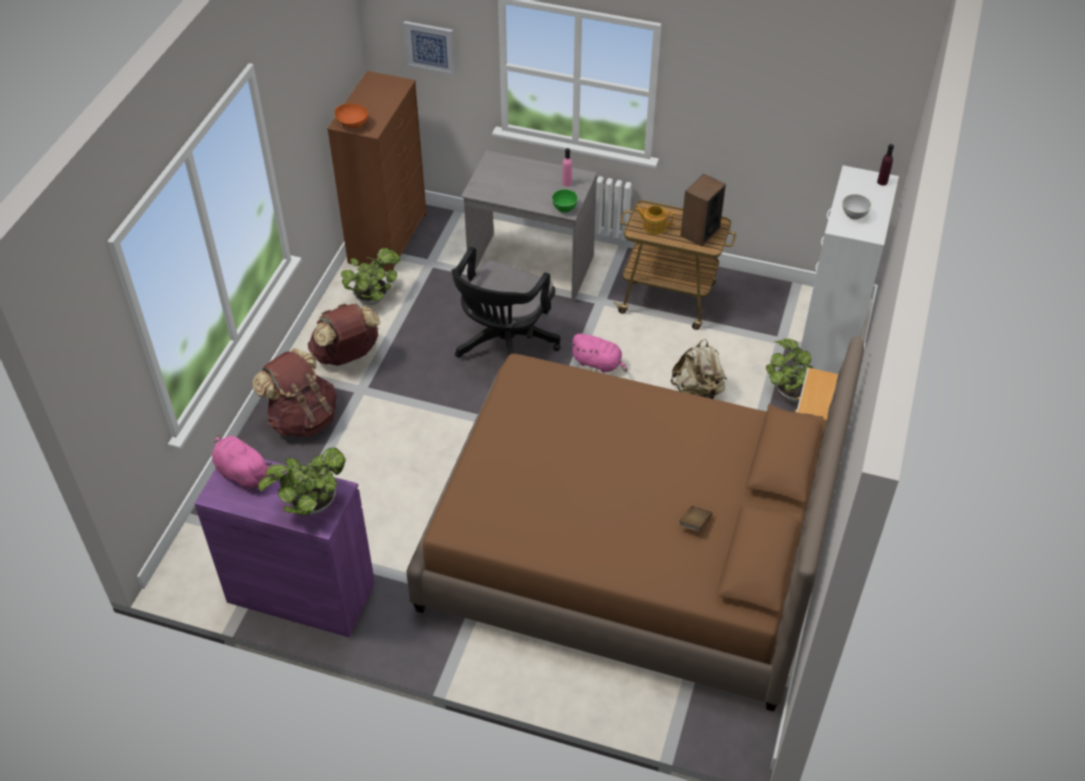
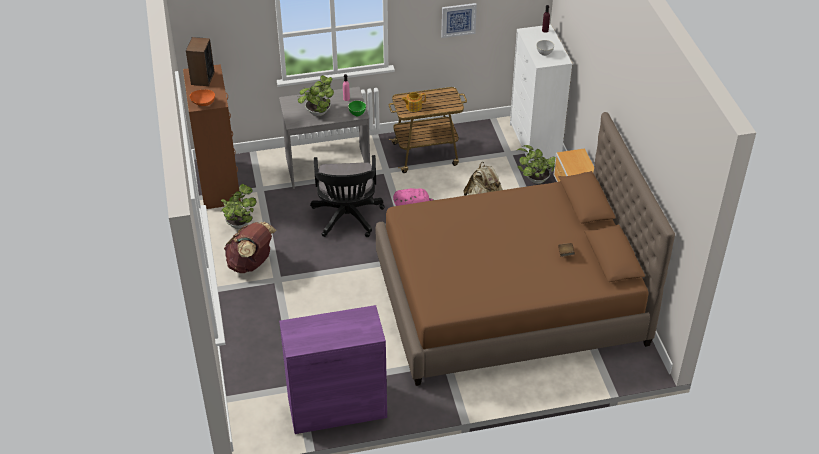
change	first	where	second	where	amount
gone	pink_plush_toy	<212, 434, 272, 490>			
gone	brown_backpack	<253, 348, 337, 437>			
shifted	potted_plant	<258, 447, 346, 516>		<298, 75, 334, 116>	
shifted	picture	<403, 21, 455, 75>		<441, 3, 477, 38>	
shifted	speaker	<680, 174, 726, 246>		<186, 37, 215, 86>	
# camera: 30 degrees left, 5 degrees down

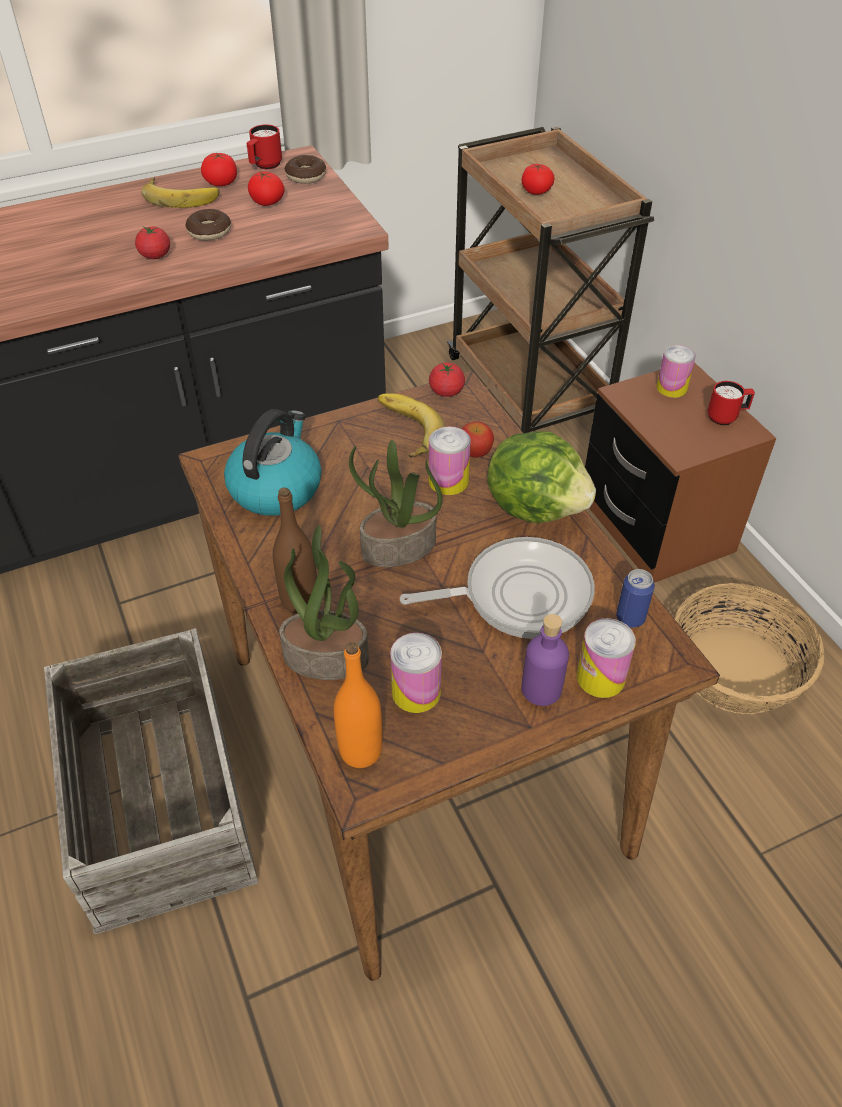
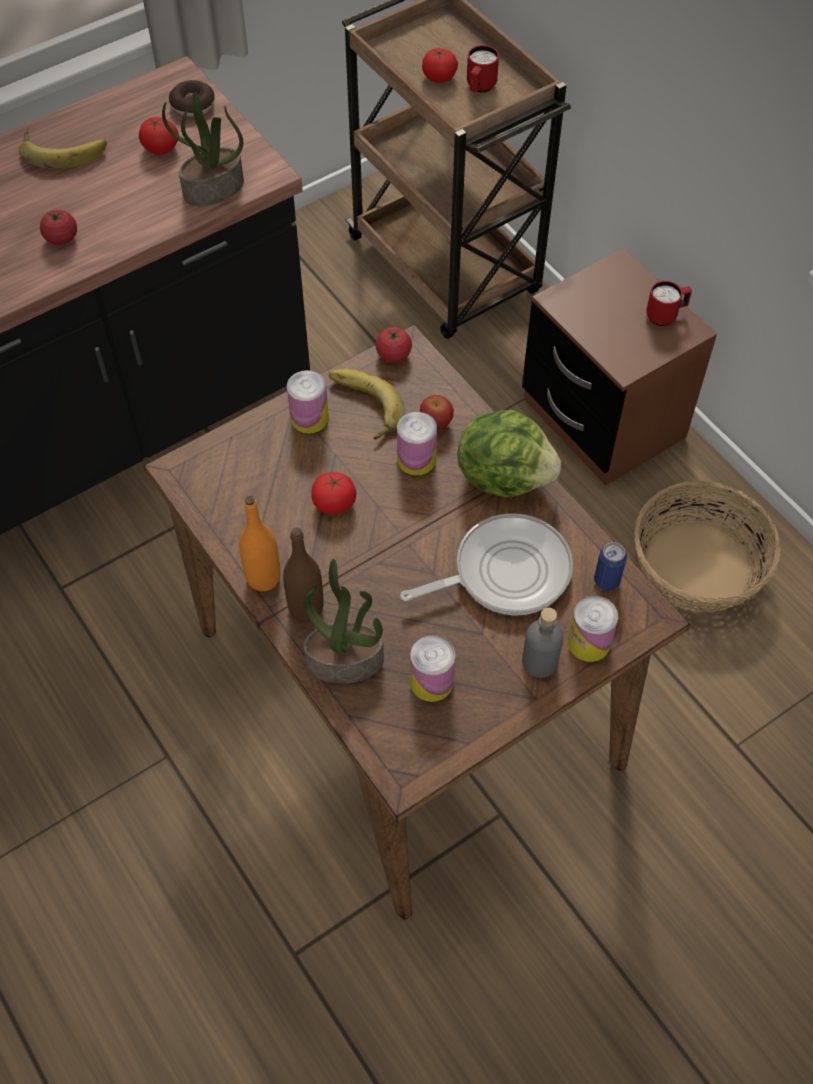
change	first	where	second	where	amount
gone	crate	<44, 628, 258, 934>			
gone	donut	<185, 209, 231, 240>			
gone	kettle	<224, 409, 322, 516>			
shifted	tomato	<201, 153, 237, 186>		<311, 472, 356, 514>	
shifted	red_mug	<246, 124, 282, 169>		<467, 45, 499, 92>	
shifted	orange_bottle	<334, 642, 382, 768>		<239, 496, 281, 591>	
shifted	potted_plant	<349, 440, 443, 567>		<162, 92, 244, 206>	
shifted	can	<656, 345, 696, 398>		<287, 370, 329, 433>	
repainted	purple_bottle	<521, 614, 569, 706>	grey_bottle	<522, 608, 563, 678>	
# camera: 10 degrees left, 10 degrees up

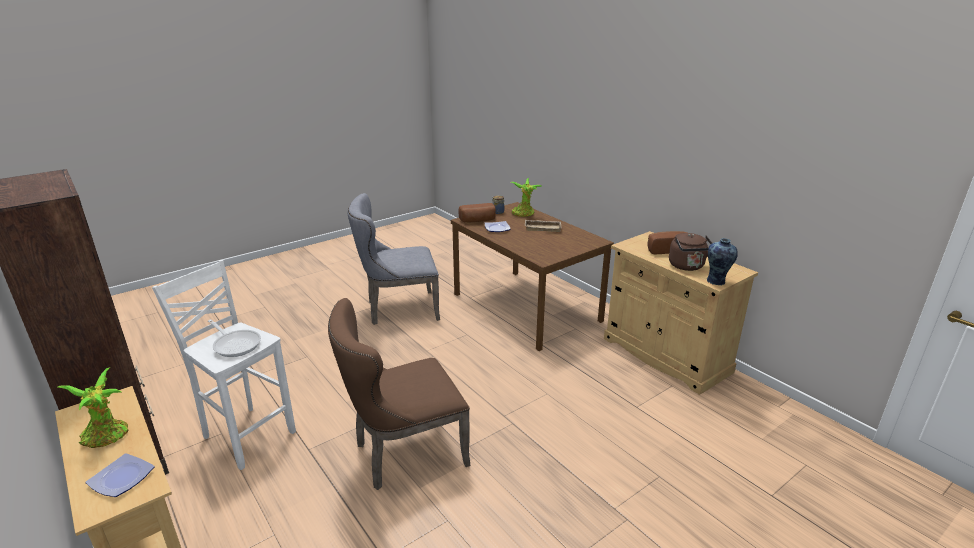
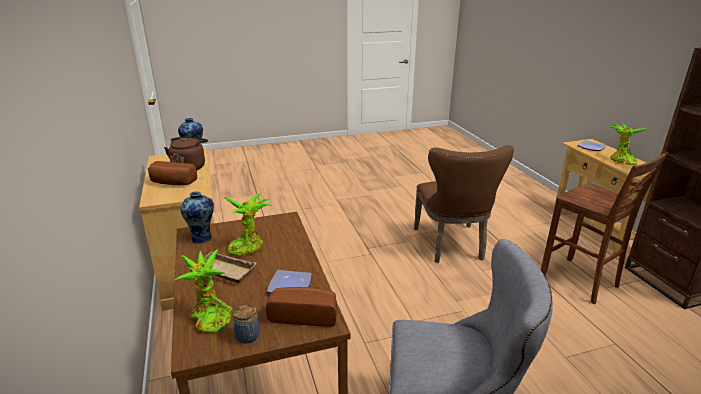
change	first	where	second	where	amount
gone	frying_pan	<208, 319, 261, 357>			
new			vase	<180, 191, 214, 244>	
new			potted_plant	<223, 193, 271, 256>	
repainted	white_stool	<152, 260, 296, 470>	brown_stool	<541, 151, 668, 304>	
rotated	brown_chair	<328, 298, 470, 490>		<414, 145, 514, 263>	90 degrees clockwise
# camera: 160 degrees left, 0 degrees up

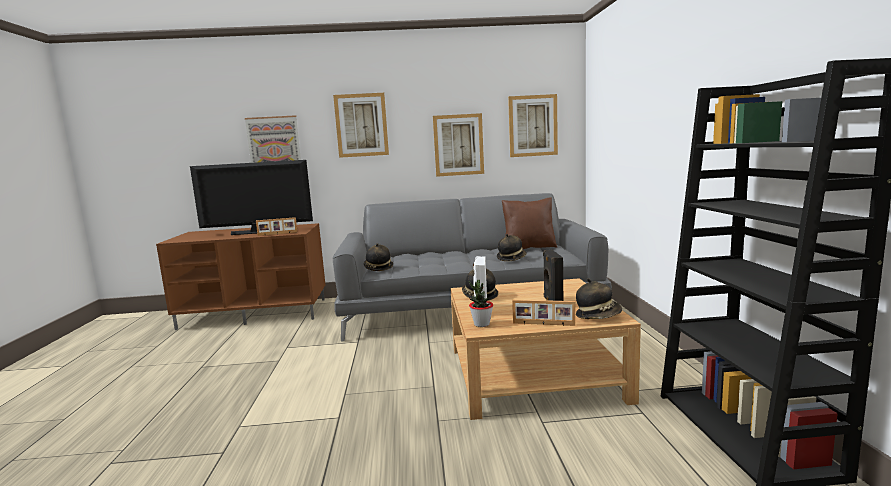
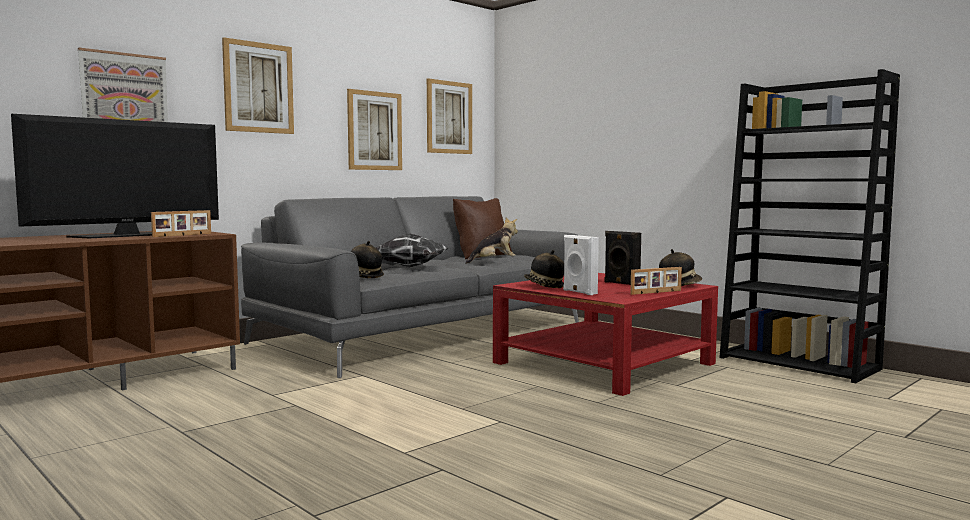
change	first	where	second	where	amount
gone	potted_plant	<469, 280, 493, 327>			
new			pillow	<376, 234, 448, 267>	
swapped	hat	<497, 234, 527, 261>	plush_toy	<465, 218, 518, 264>	
repainted	beige_coffee_table	<450, 278, 641, 420>	red_coffee_table	<493, 273, 718, 396>	
# camera: 40 degrees left, 5 degrees down

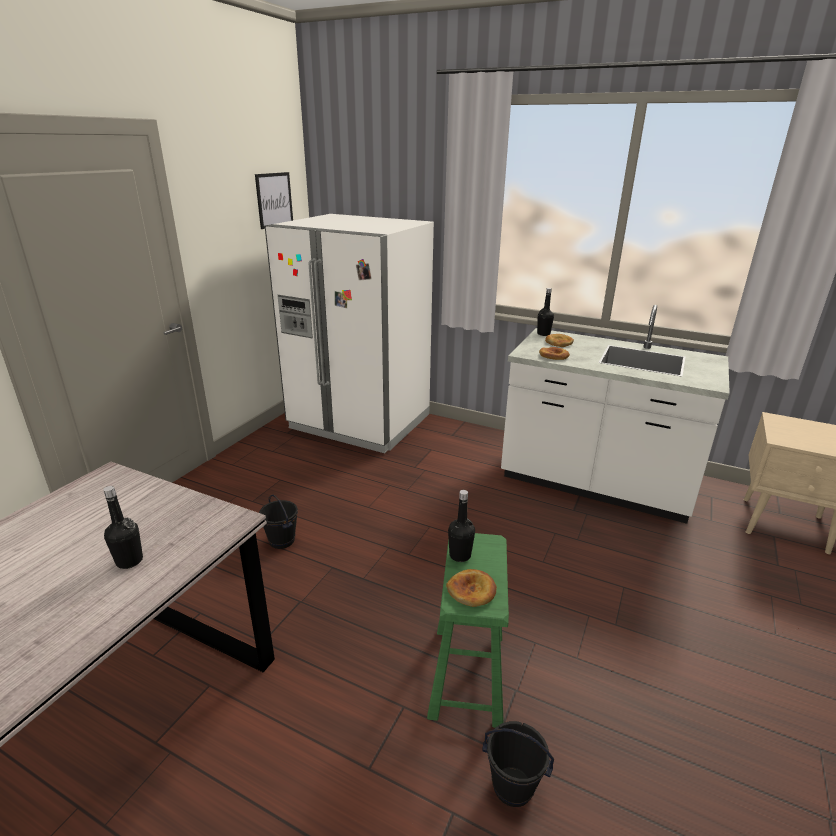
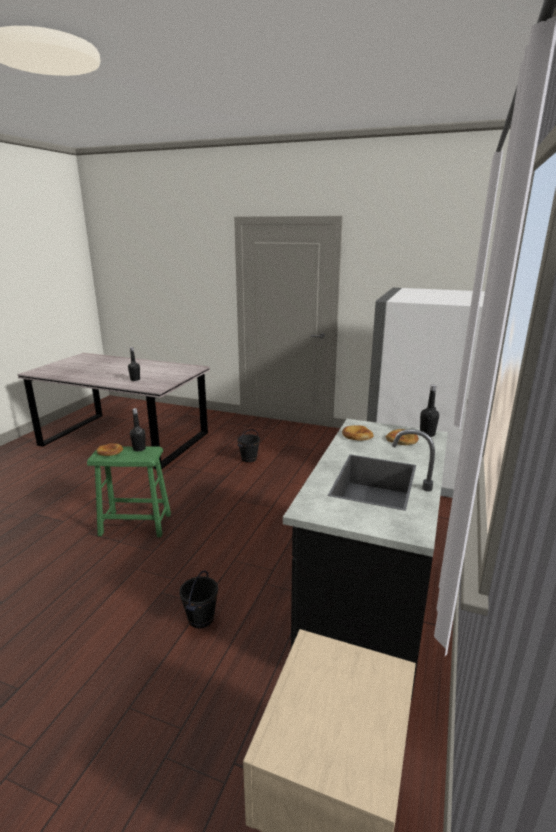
change	first	where	second	where	amount
gone	picture	<255, 172, 293, 229>			
shifted	black_bucket	<482, 721, 554, 807>		<179, 571, 218, 628>	
repainted	white_counter	<501, 305, 730, 524>	black_counter	<283, 419, 448, 700>	
# camera: 85 degrees right, 5 degrees down

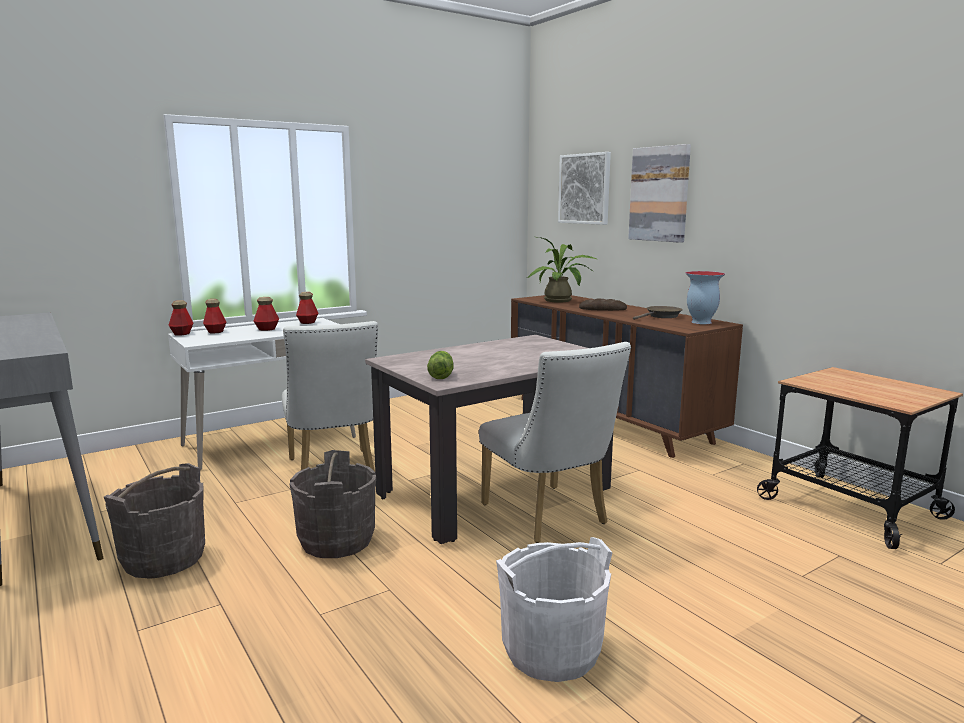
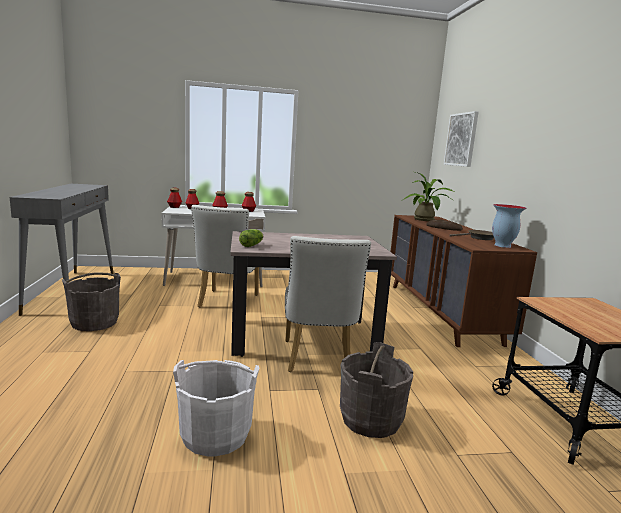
change	first	where	second	where	amount
gone	picture	<628, 144, 691, 243>			
shifted	grey_bucket	<289, 450, 376, 558>		<340, 342, 413, 438>	
# camera: 25 degrees right, 0 degrees up

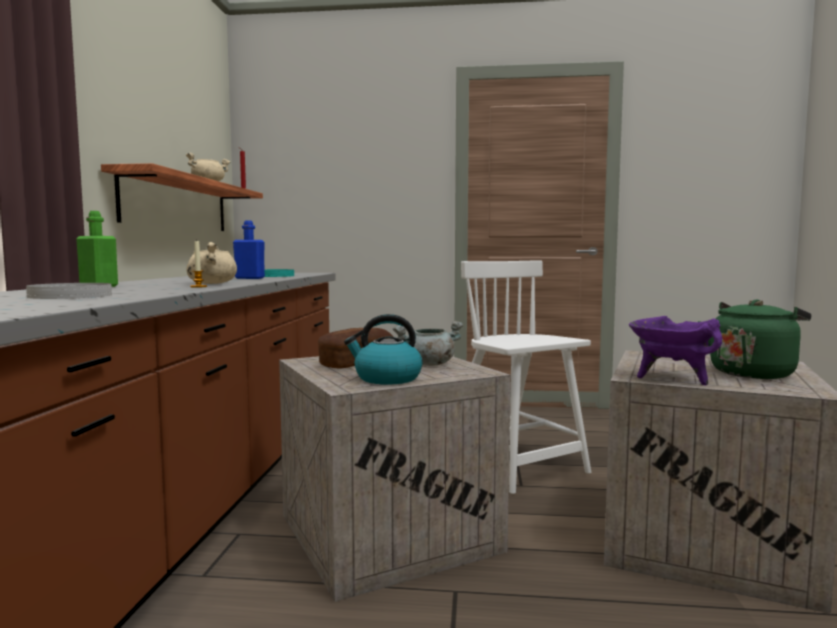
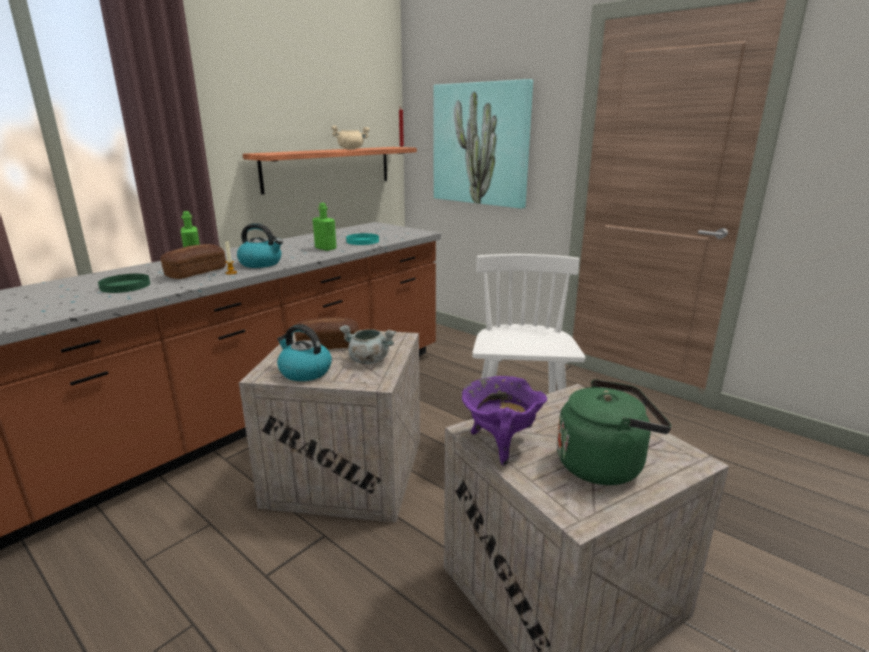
change	first	where	second	where	amount
new			bread	<160, 244, 226, 279>	
new			picture	<434, 79, 533, 209>	
swapped	beige_cooking_pot	<187, 242, 237, 284>	kettle	<237, 223, 283, 268>	
repainted	white_plate	<26, 283, 112, 299>	green_plate	<98, 274, 150, 293>	
repainted	blue_bottle	<233, 221, 265, 279>	green_bottle	<313, 203, 336, 251>	
# camera: 35 degrees right, 15 degrees up

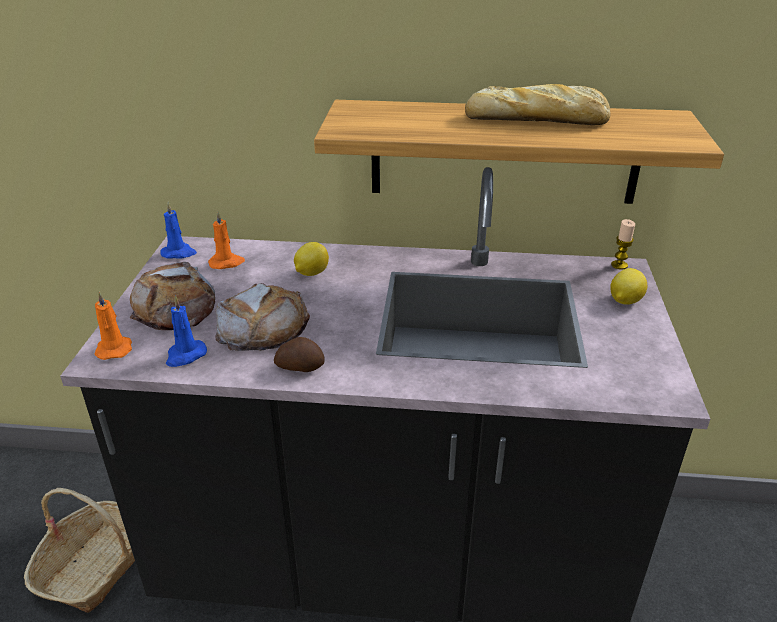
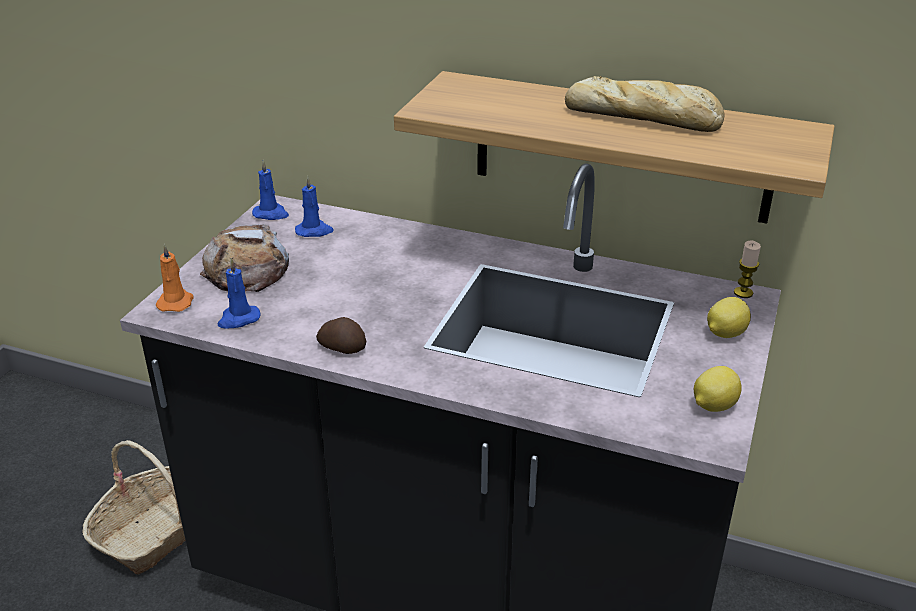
change	first	where	second	where	amount
gone	bread	<215, 283, 310, 351>			
shifted	lemon	<294, 242, 329, 276>		<694, 366, 742, 412>	
repainted	orange_candle	<208, 211, 245, 269>	blue_candle	<295, 176, 334, 237>	
# camera: 15 degrees right, 0 degrees up

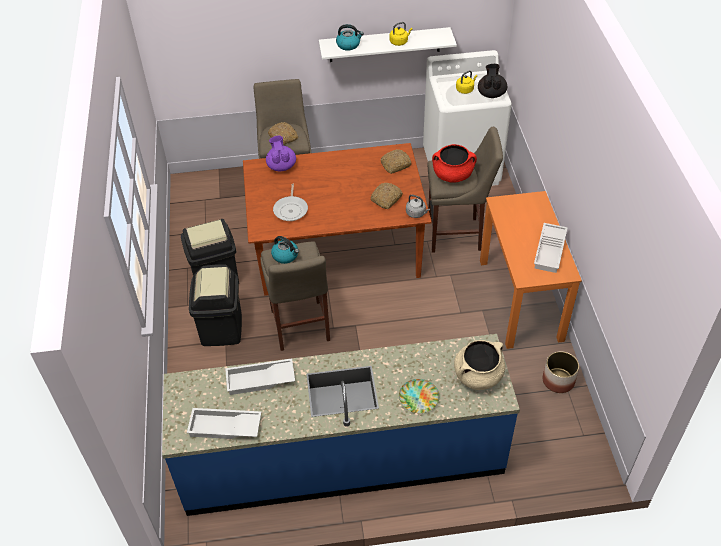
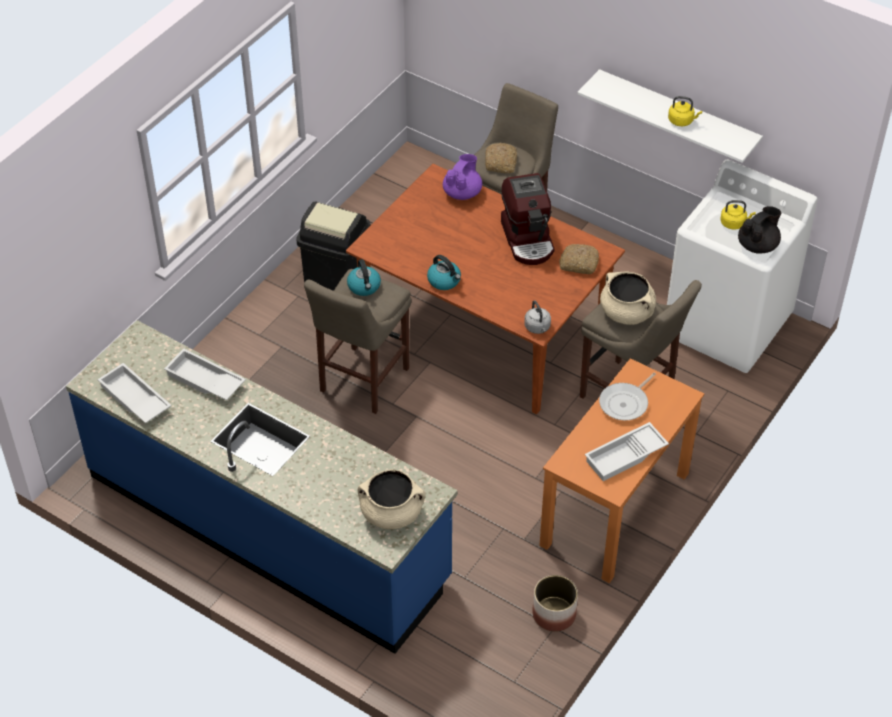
change	first	where	second	where	amount
gone	black_trash_can	<189, 265, 242, 346>			
gone	bread	<371, 183, 403, 209>			
gone	plate	<399, 379, 440, 413>			
new			coffee_machine	<501, 173, 554, 265>	
shifted	frying_pan	<273, 184, 308, 221>		<599, 372, 656, 420>	
shifted	kettle	<336, 24, 364, 51>		<427, 255, 461, 290>	
repainted	red_cooking_pot	<432, 144, 477, 183>	beige_cooking_pot	<600, 272, 656, 325>	
# camera: 40 degrees right, 0 degrees up

